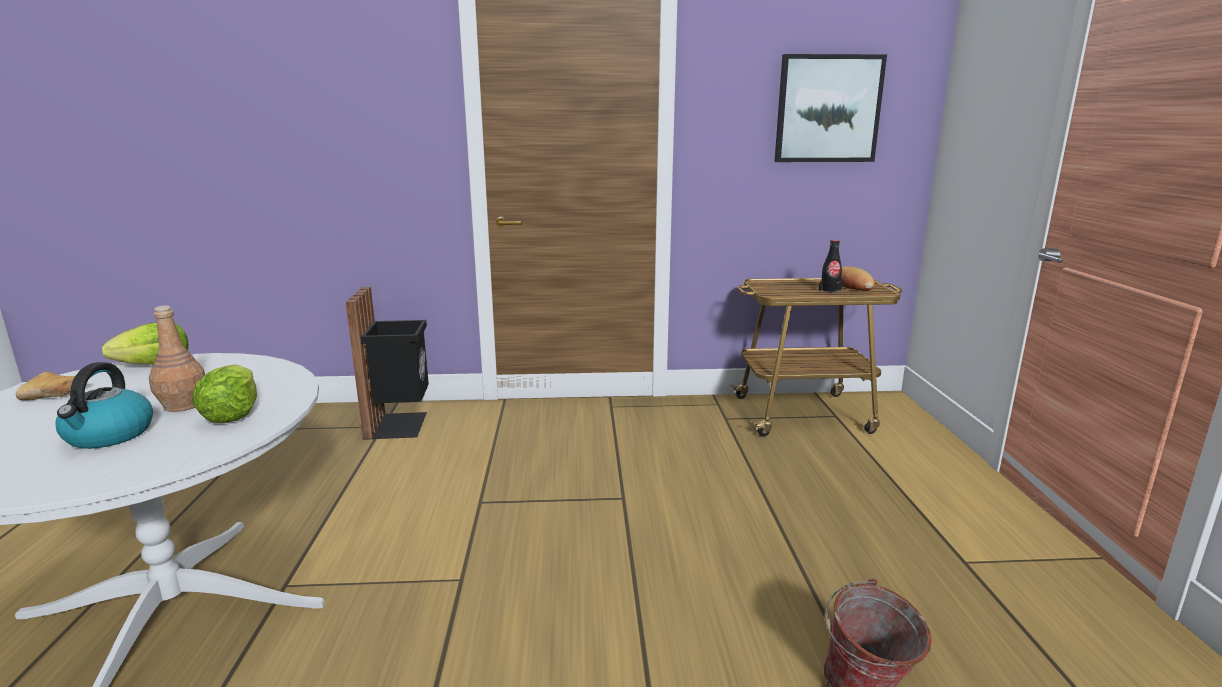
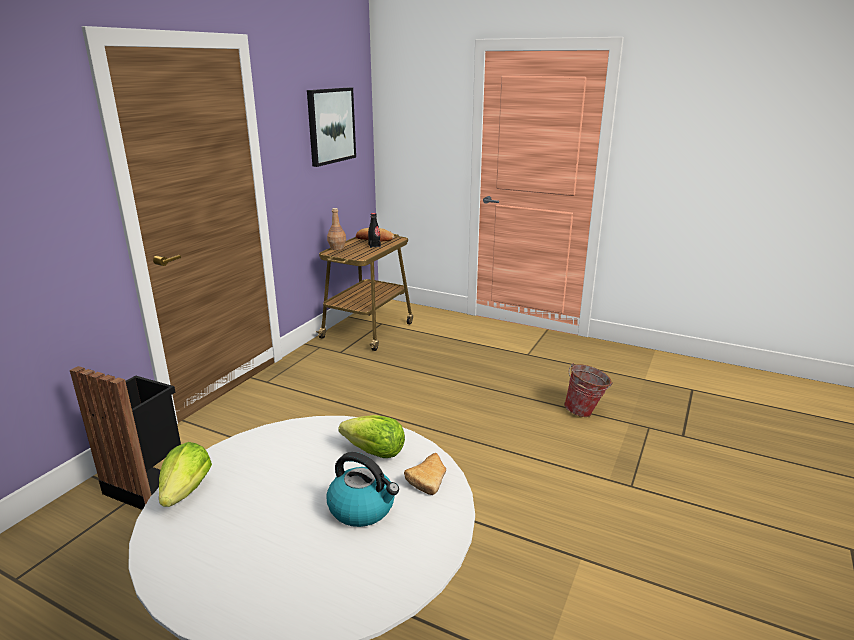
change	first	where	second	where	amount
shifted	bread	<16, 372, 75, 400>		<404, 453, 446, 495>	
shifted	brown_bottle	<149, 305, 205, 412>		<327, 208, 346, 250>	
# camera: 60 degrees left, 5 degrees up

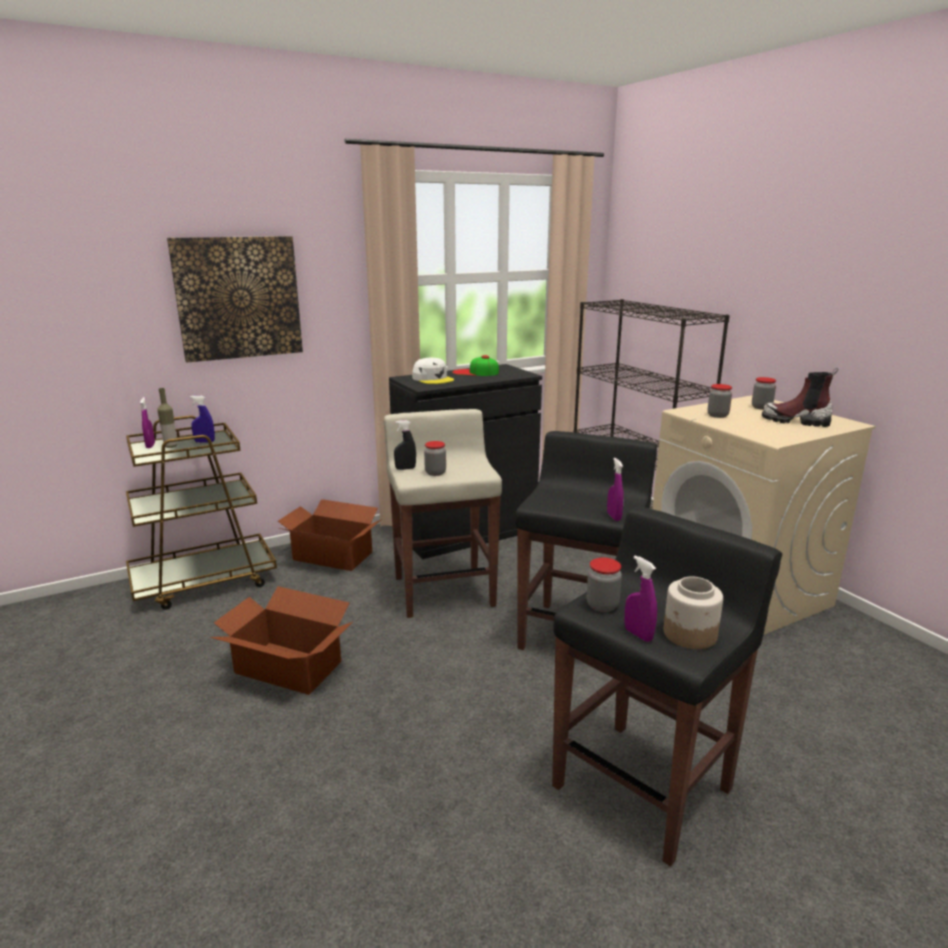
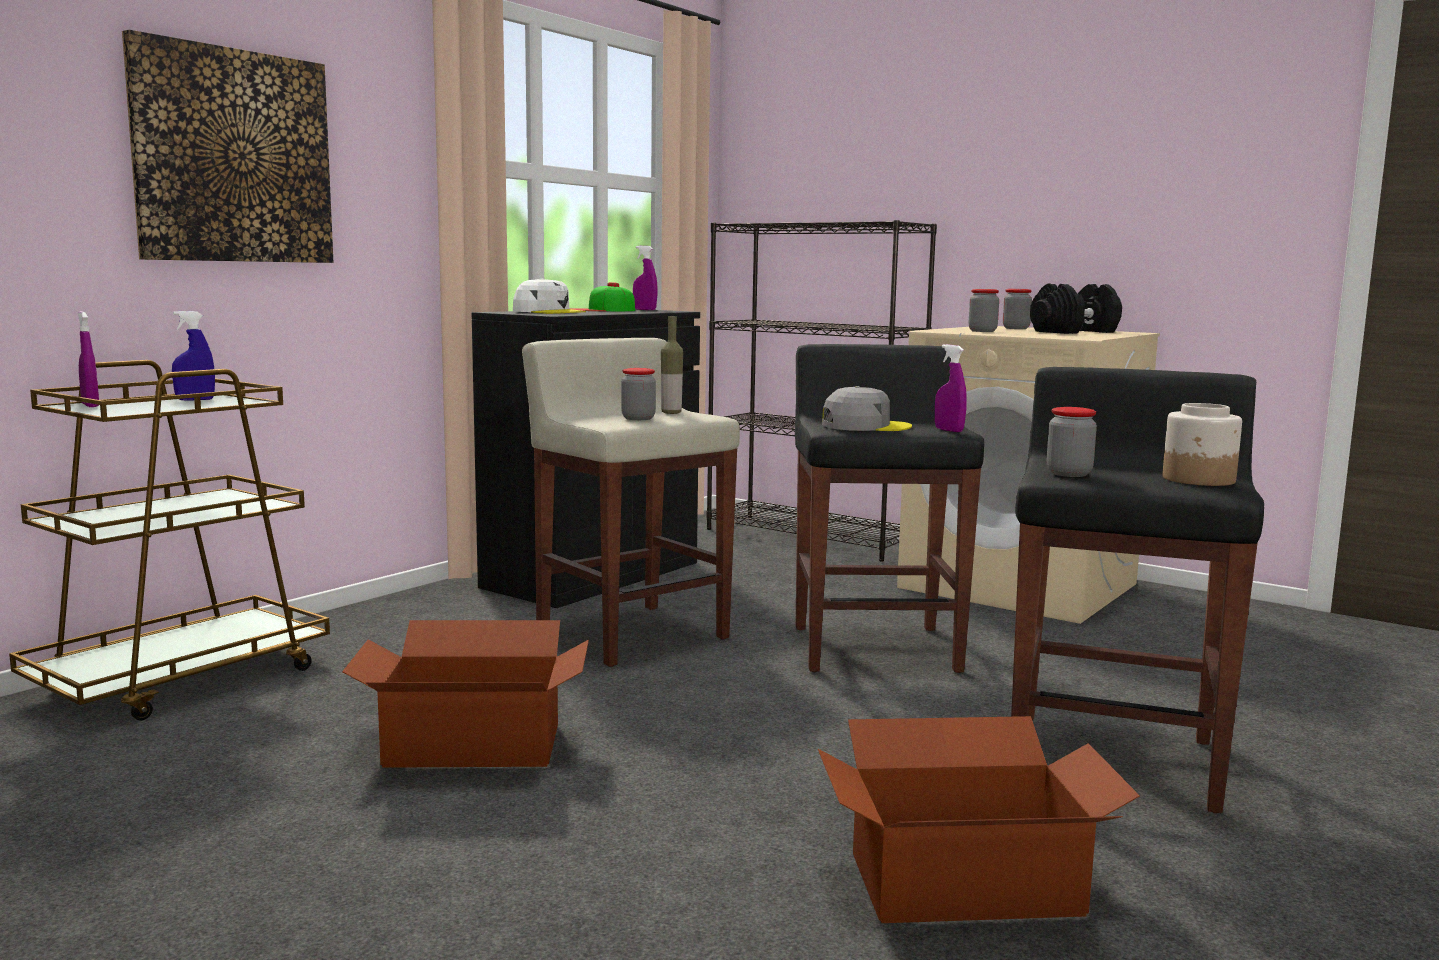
change	first	where	second	where	amount
gone	black_spray_bottle	<394, 420, 416, 470>			
new			grey_cap	<822, 386, 912, 431>	
shifted	bottle	<157, 388, 177, 448>		<661, 316, 683, 414>	
shifted	cardboard_box	<278, 499, 382, 571>		<818, 716, 1140, 923>	
shifted	purple_spray_bottle	<625, 555, 657, 642>		<633, 246, 658, 310>	
swapped	boot	<762, 368, 838, 427>	black_dumbbell	<1030, 284, 1122, 334>	
# camera: 25 degrees left, 10 degrees down

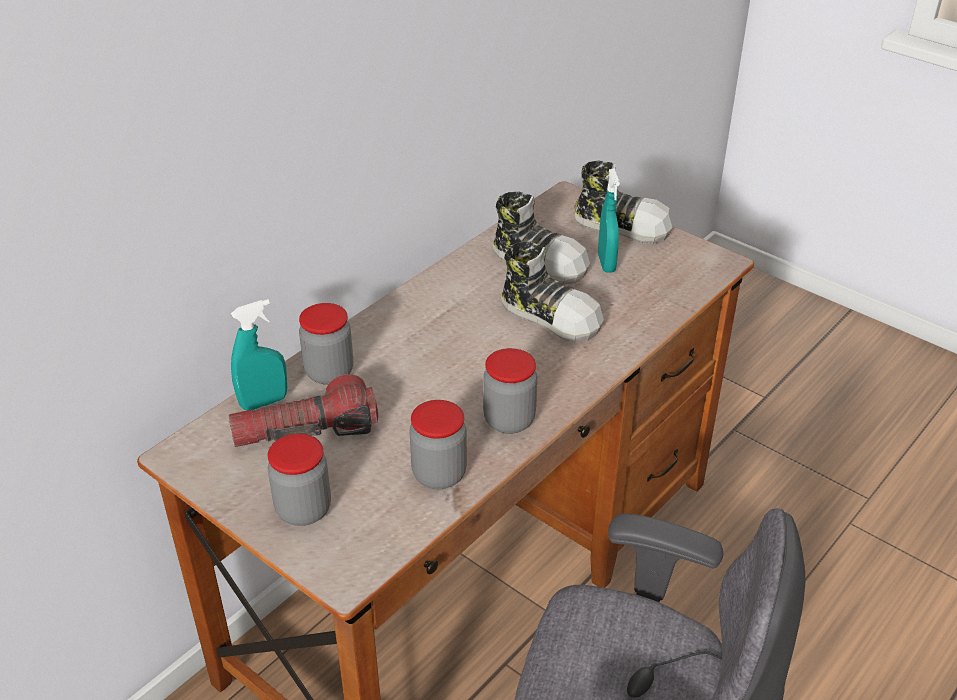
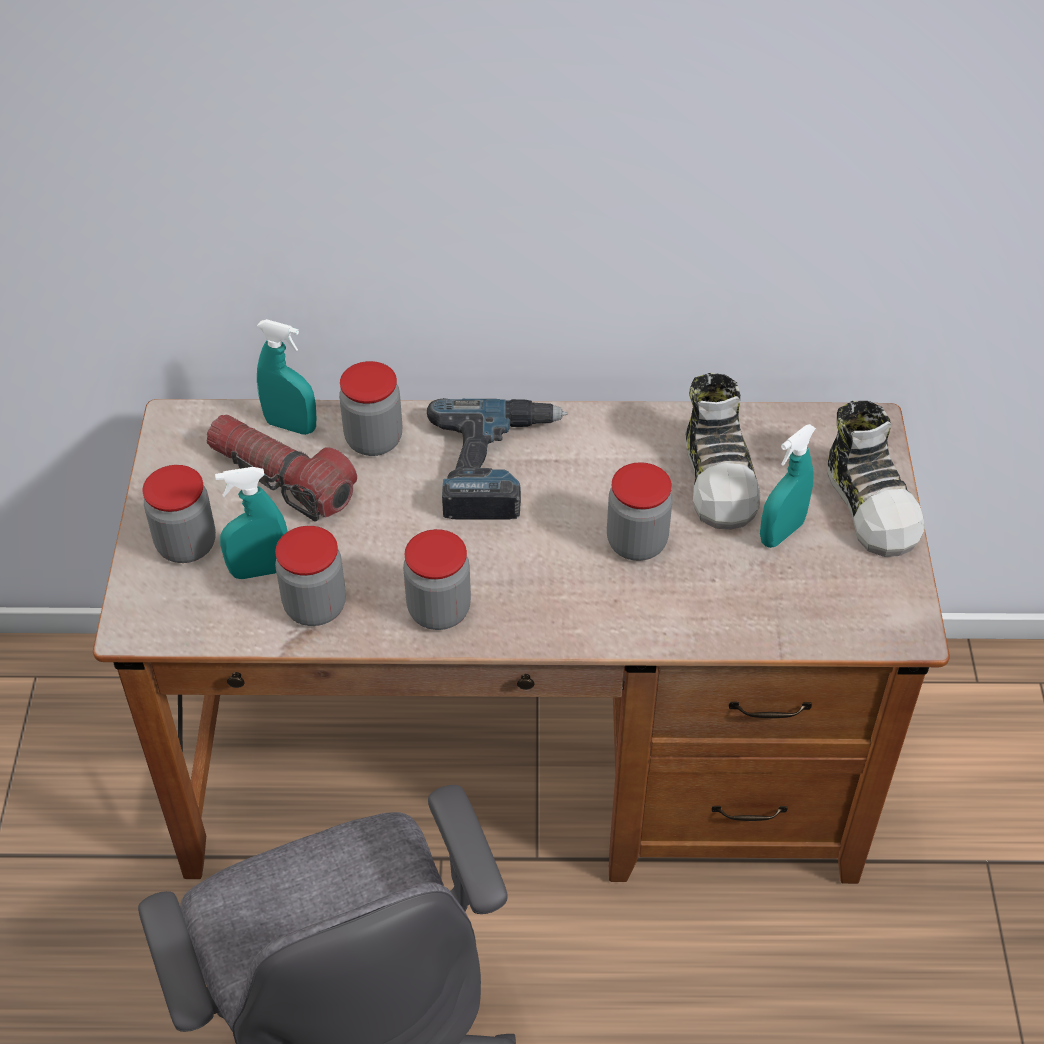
change	first	where	second	where	amount
new			turquoise_spray_bottle	<215, 467, 288, 579>	
new			power_drill	<427, 398, 568, 519>	
swapped	shoe	<501, 242, 604, 343>	jar	<607, 462, 673, 561>	
# camera: 50 degrees right, 10 degrees up

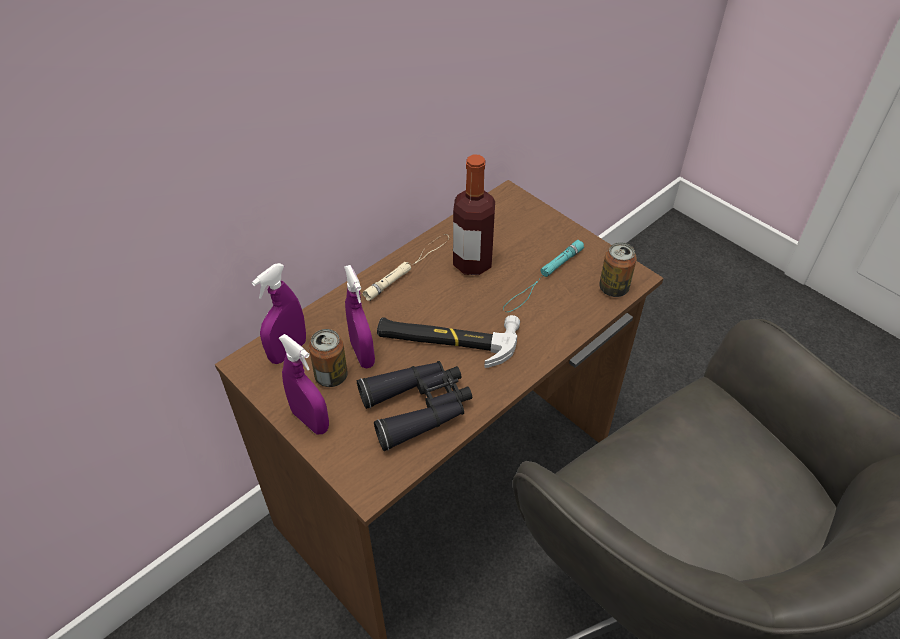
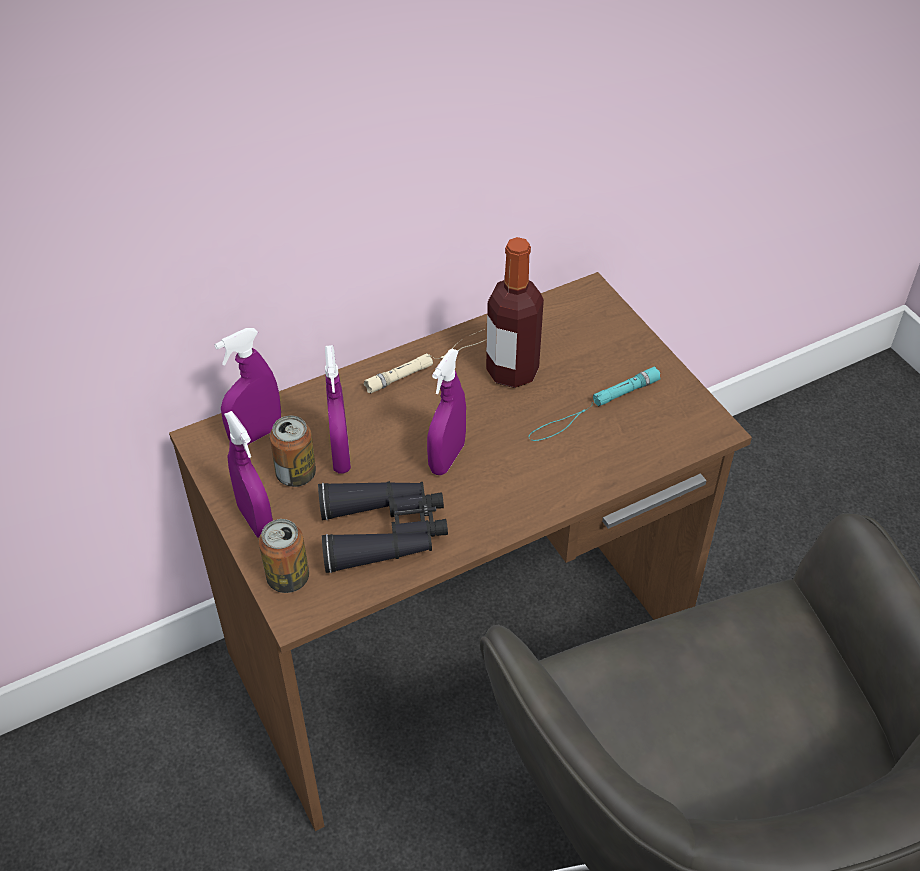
change	first	where	second	where	amount
shifted	can	<599, 242, 637, 297>		<259, 519, 309, 593>	
swapped	hammer	<377, 315, 520, 368>	purple_spray_bottle	<427, 349, 466, 475>	
# camera: 15 degrees right, 0 degrees up

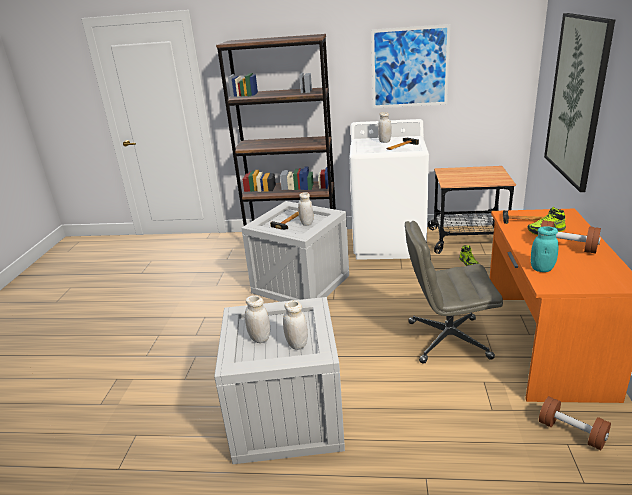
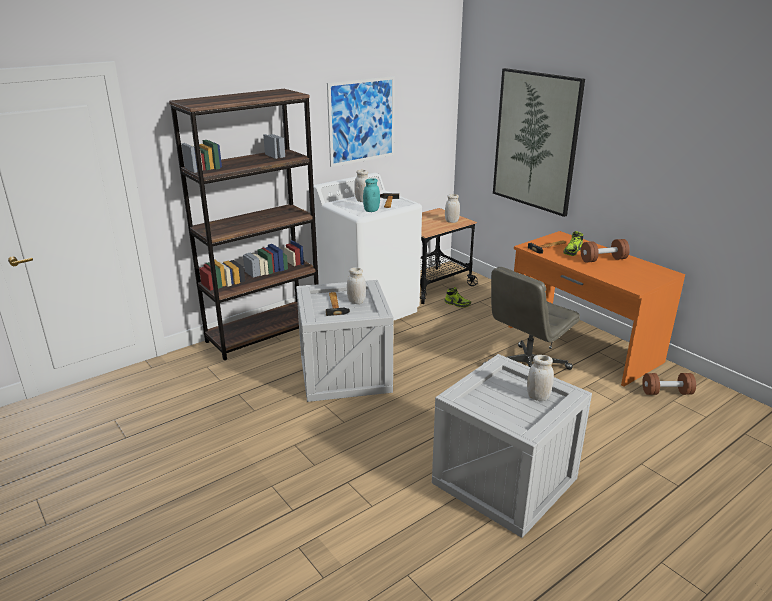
change	first	where	second	where	amount
shifted	white_jar	<245, 295, 270, 343>		<445, 194, 460, 223>	
shifted	turquoise_jar	<531, 226, 558, 272>		<363, 178, 380, 212>	
# camera: 45 degrees left, 0 degrees up

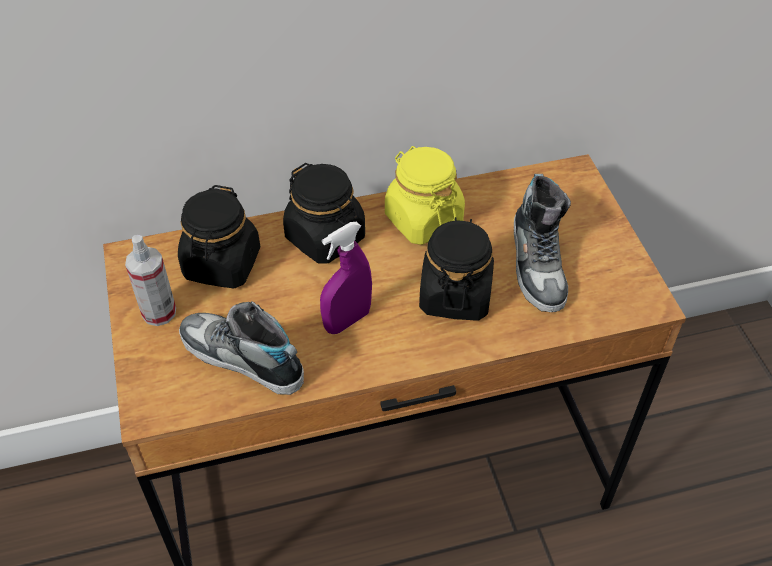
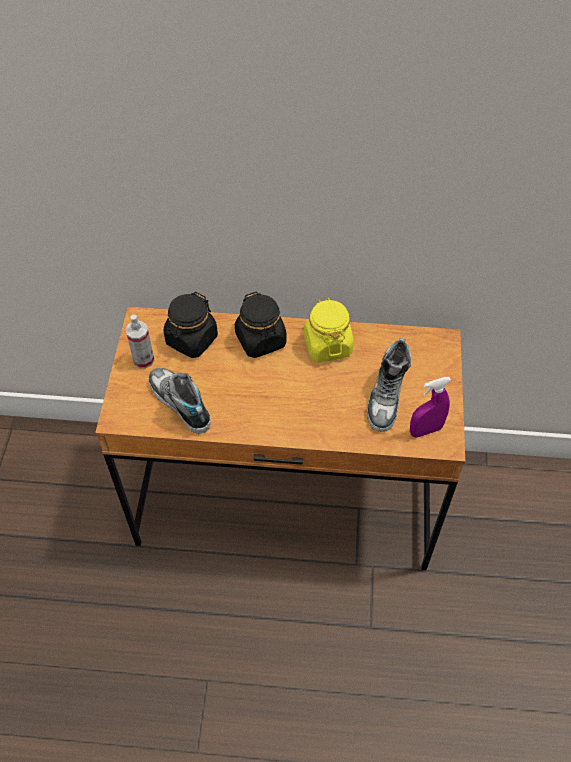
change	first	where	second	where	amount
gone	black_jar	<419, 217, 494, 321>			
shifted	purple_spray_bottle	<320, 222, 372, 334>		<410, 377, 451, 438>	
# camera: 20 degrees right, 5 degrees up

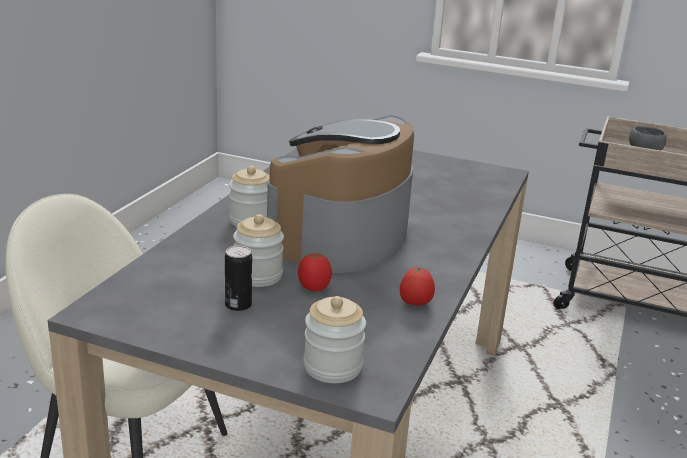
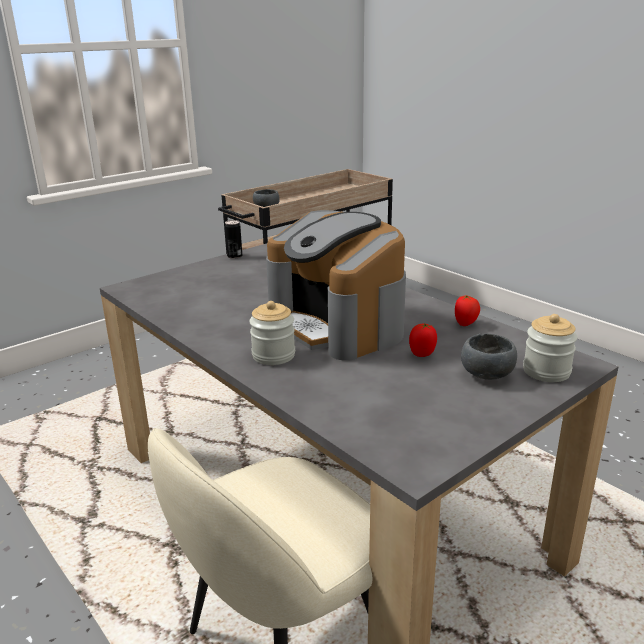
change	first	where	second	where	amount
gone	jar	<233, 214, 284, 287>			
new			grey_bowl	<461, 333, 517, 380>	
shifted	can	<225, 245, 252, 312>		<225, 220, 242, 259>	
# camera: 60 degrees left, 0 degrees up

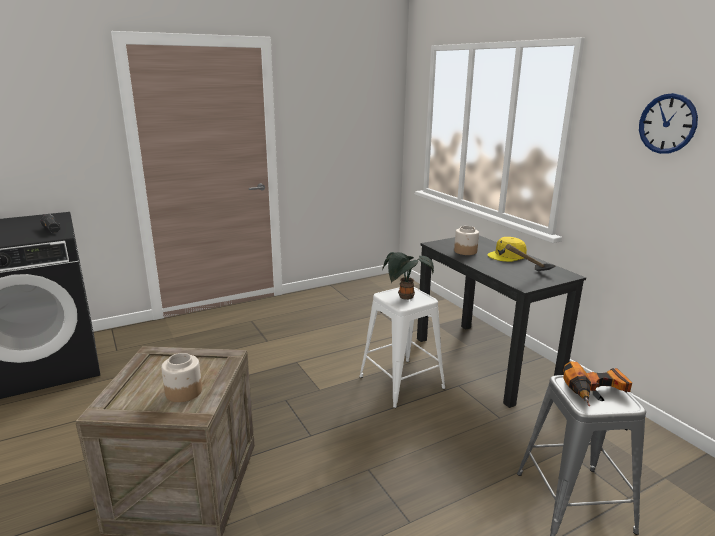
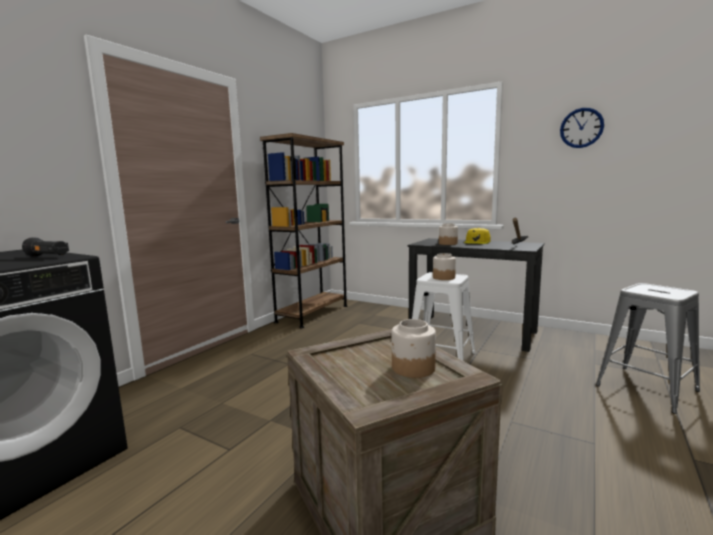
change	first	where	second	where	amount
gone	power_drill	<563, 361, 632, 406>			
new			brown_bookcase	<260, 133, 348, 328>	
swapped	potted_plant	<383, 252, 434, 300>	jar	<433, 253, 456, 280>	
# camera: 30 degrees left, 10 degrees down

